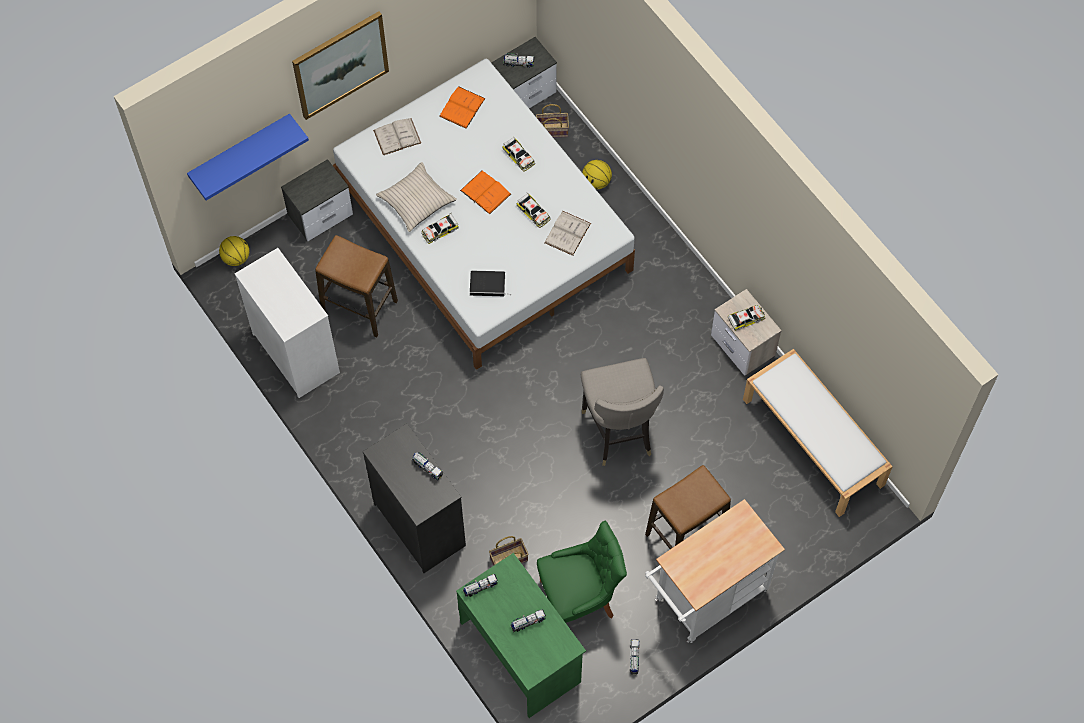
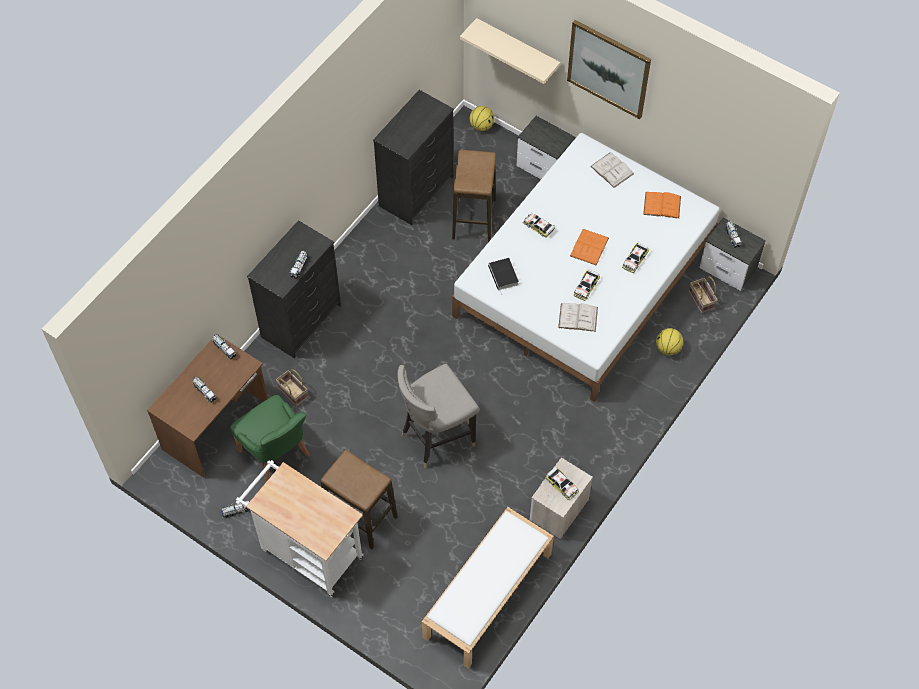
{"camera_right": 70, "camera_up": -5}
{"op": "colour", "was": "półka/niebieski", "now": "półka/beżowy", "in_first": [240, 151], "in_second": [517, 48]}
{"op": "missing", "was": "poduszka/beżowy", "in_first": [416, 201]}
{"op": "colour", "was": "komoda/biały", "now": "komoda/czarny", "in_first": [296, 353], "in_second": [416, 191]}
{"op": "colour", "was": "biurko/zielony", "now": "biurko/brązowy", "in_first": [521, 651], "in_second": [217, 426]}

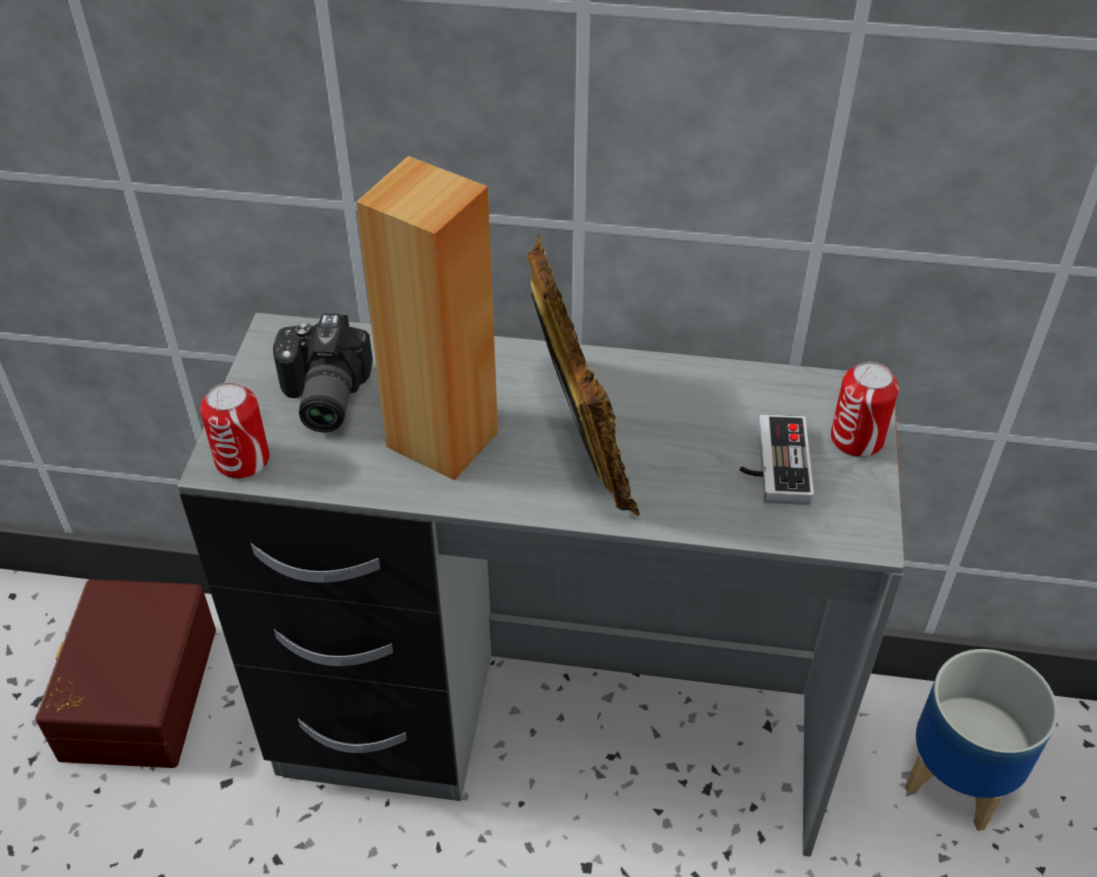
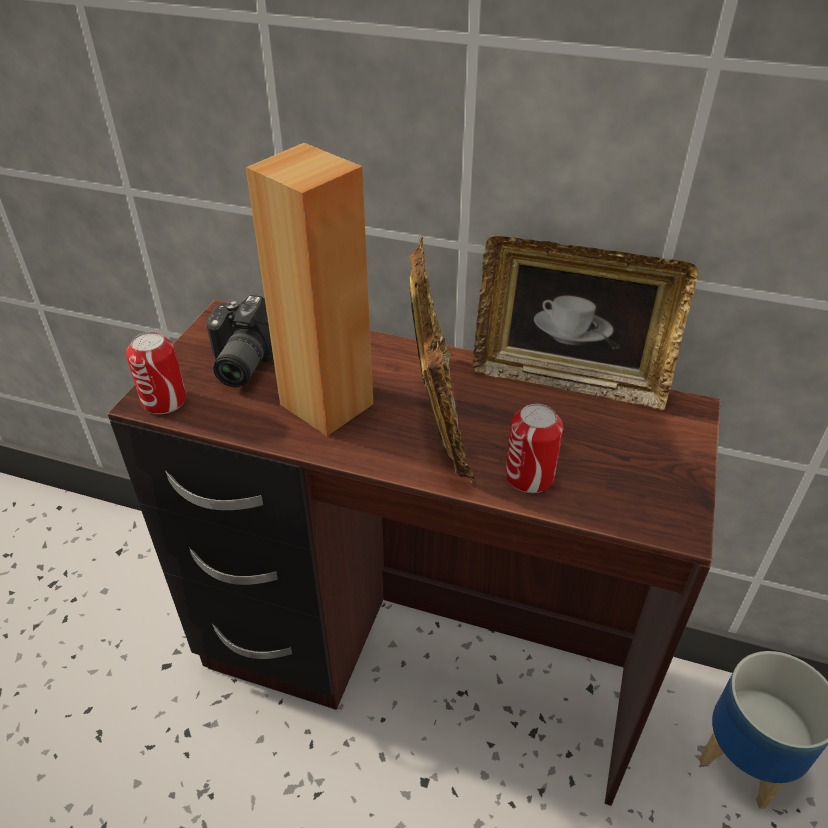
{"camera_right": 10, "camera_up": -5}
{"op": "colour", "was": "biurko/szary", "now": "biurko/brązowy", "in_first": [550, 736], "in_second": [416, 669]}
{"op": "relocated", "was": "puszka", "in_first": [856, 439], "in_second": [529, 476]}
{"op": "missing", "was": "pad do gier", "in_first": [772, 464]}
{"op": "missing", "was": "pojemnik do przechowywania/brązowy", "in_first": [135, 692]}
{"op": "appeared", "now": "ramka na zdjęcie", "in_second": [568, 379]}

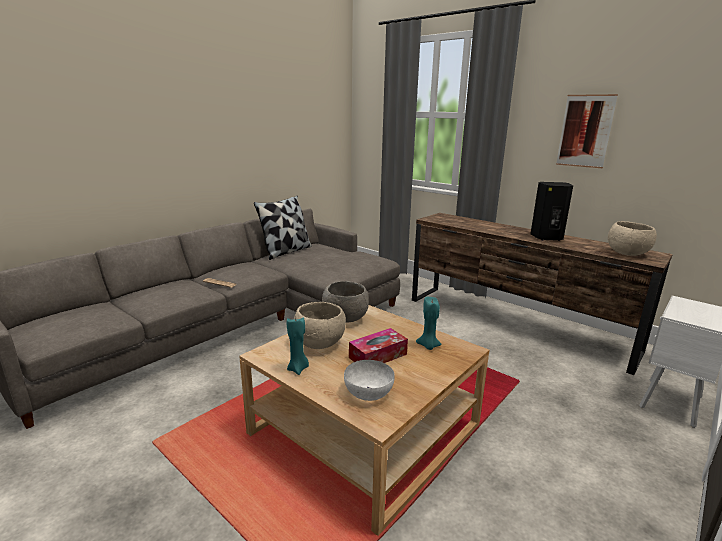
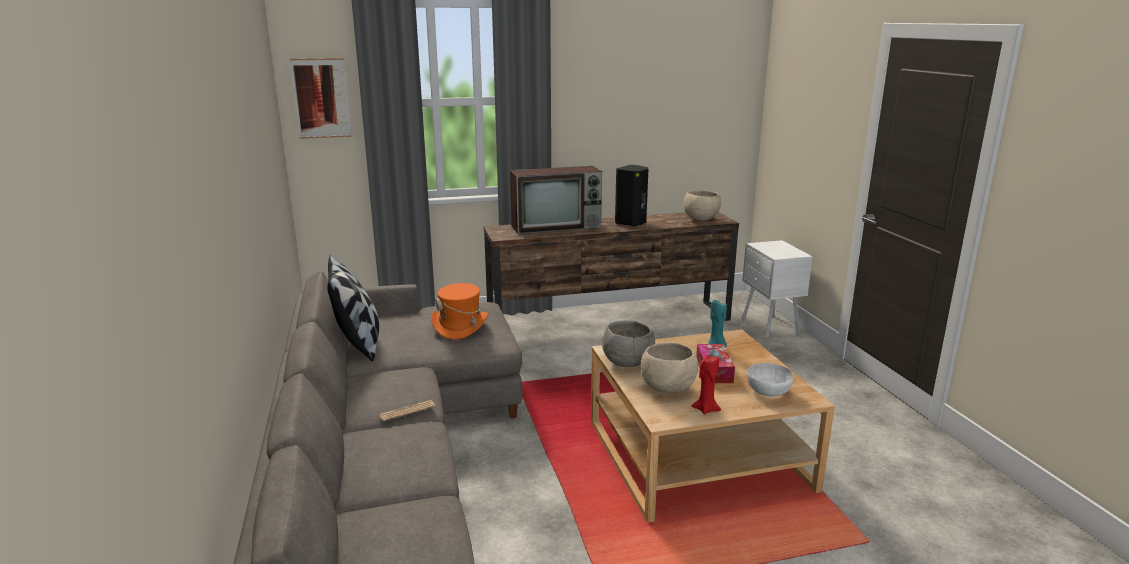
{"camera_right": -55, "camera_up": 0}
{"op": "relocated", "was": "obraz", "in_first": [585, 131], "in_second": [321, 98]}
{"op": "colour", "was": "świeca/turkusowy", "now": "świeca/czerwony", "in_first": [298, 369], "in_second": [705, 409]}
{"op": "appeared", "now": "telewizor", "in_second": [557, 226]}
{"op": "appeared", "now": "kapelusz/pomarańczowy", "in_second": [460, 326]}

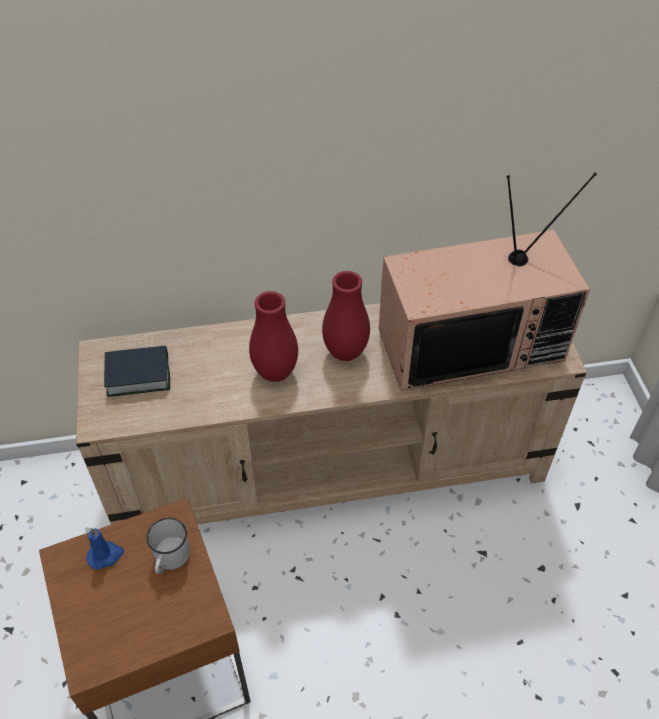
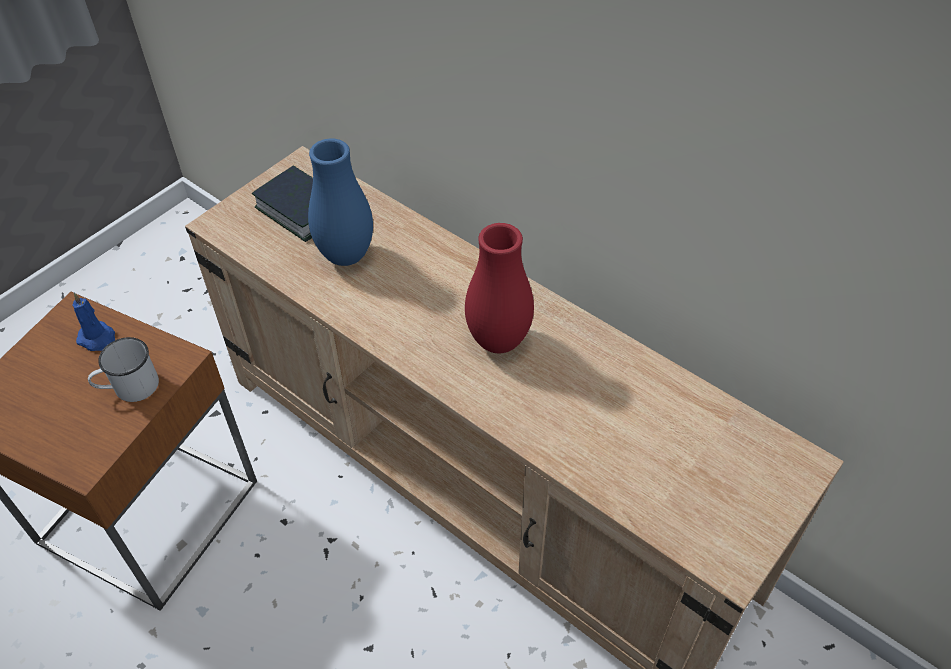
{"camera_right": 50, "camera_up": 0}
{"op": "missing", "was": "telewizor", "in_first": [471, 341]}
{"op": "missing", "was": "wazon/czerwony", "in_first": [275, 373]}
{"op": "appeared", "now": "wazon/niebieski", "in_second": [346, 256]}

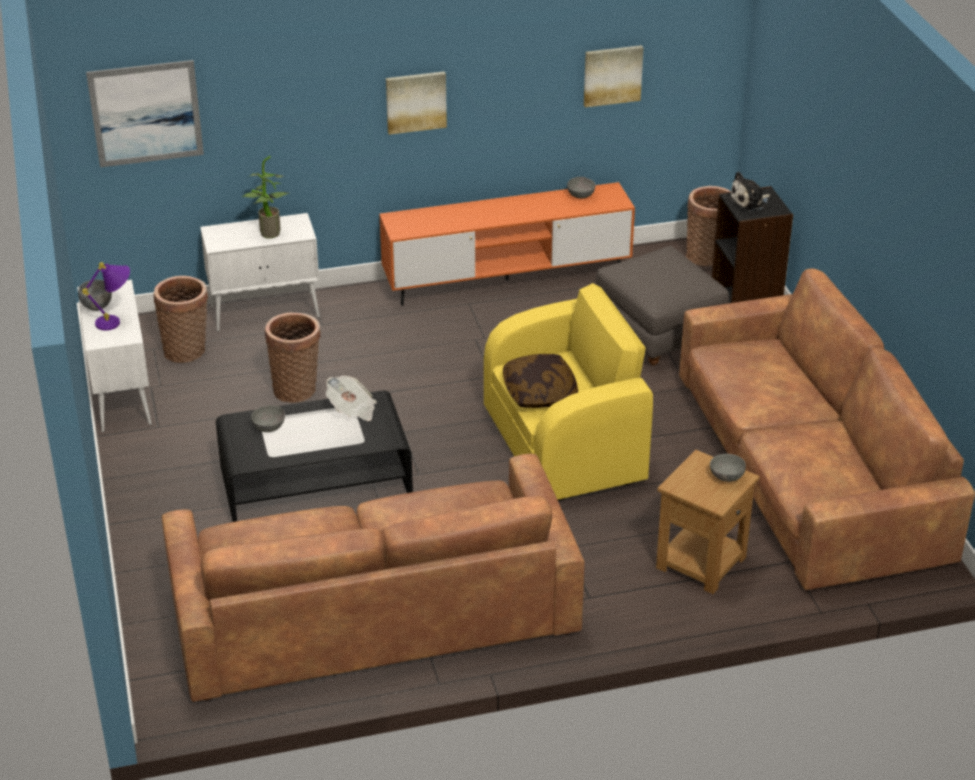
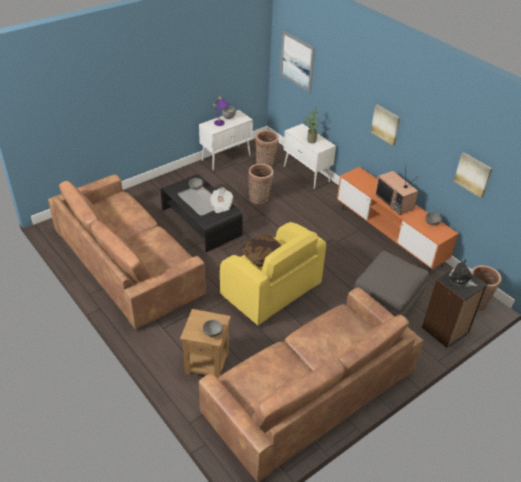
{"camera_right": 65, "camera_up": 5}
{"op": "appeared", "now": "telewizor", "in_second": [395, 201]}

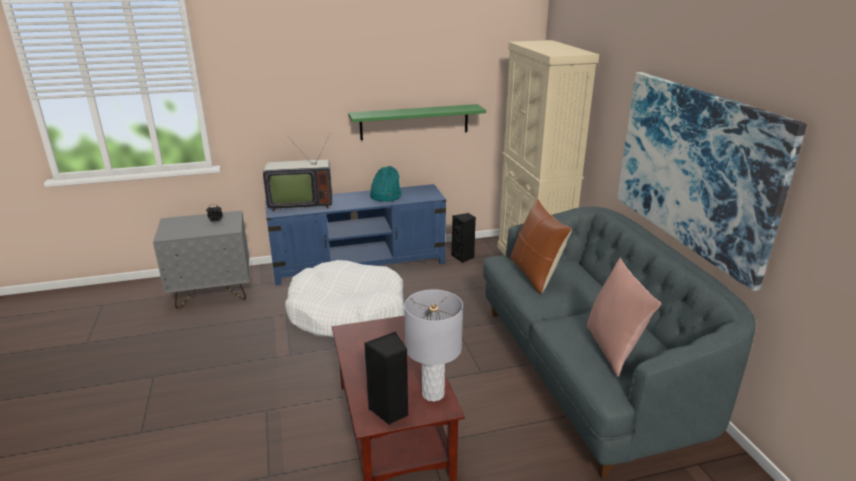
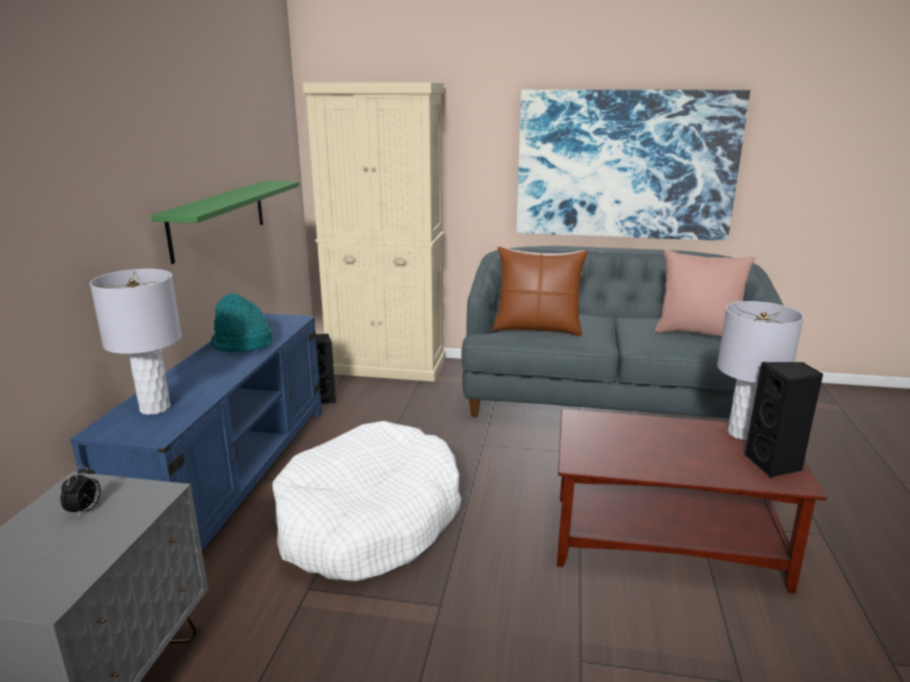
{"camera_right": -65, "camera_up": -5}
{"op": "exchanged", "was": "telewizor", "now": "lampa stołowa/szary", "in_first": [300, 204], "in_second": [155, 408]}

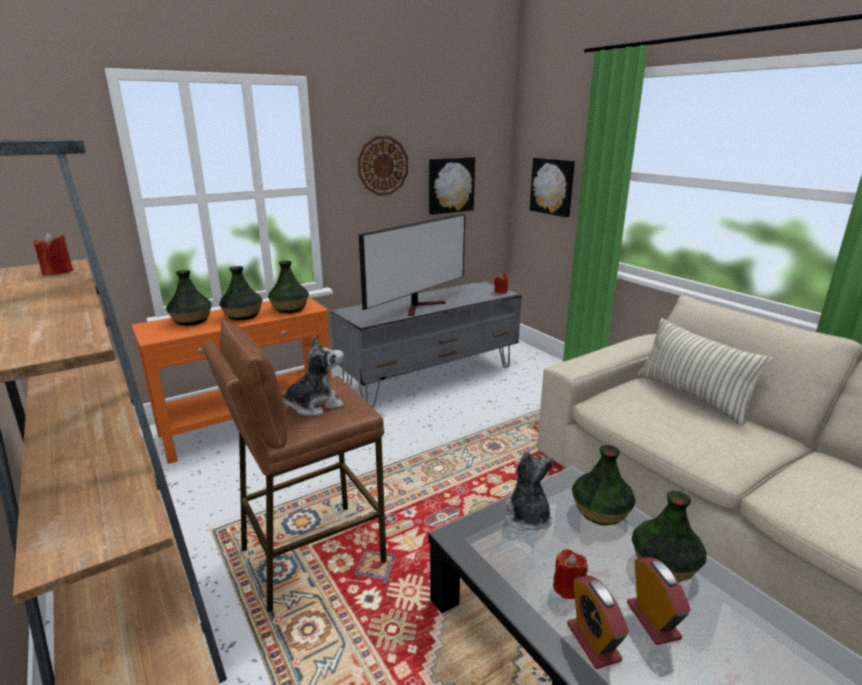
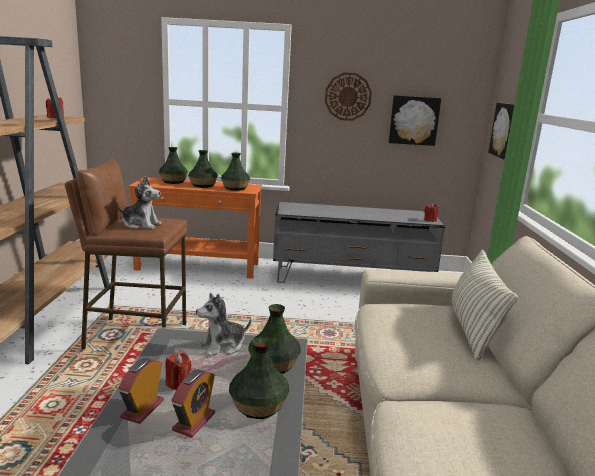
{"camera_right": 35, "camera_up": -5}
{"op": "missing", "was": "telewizor", "in_first": [421, 306]}
{"op": "spun", "was": "pluszak", "in_first": [527, 517], "in_second": [222, 346], "clockwise": -150}

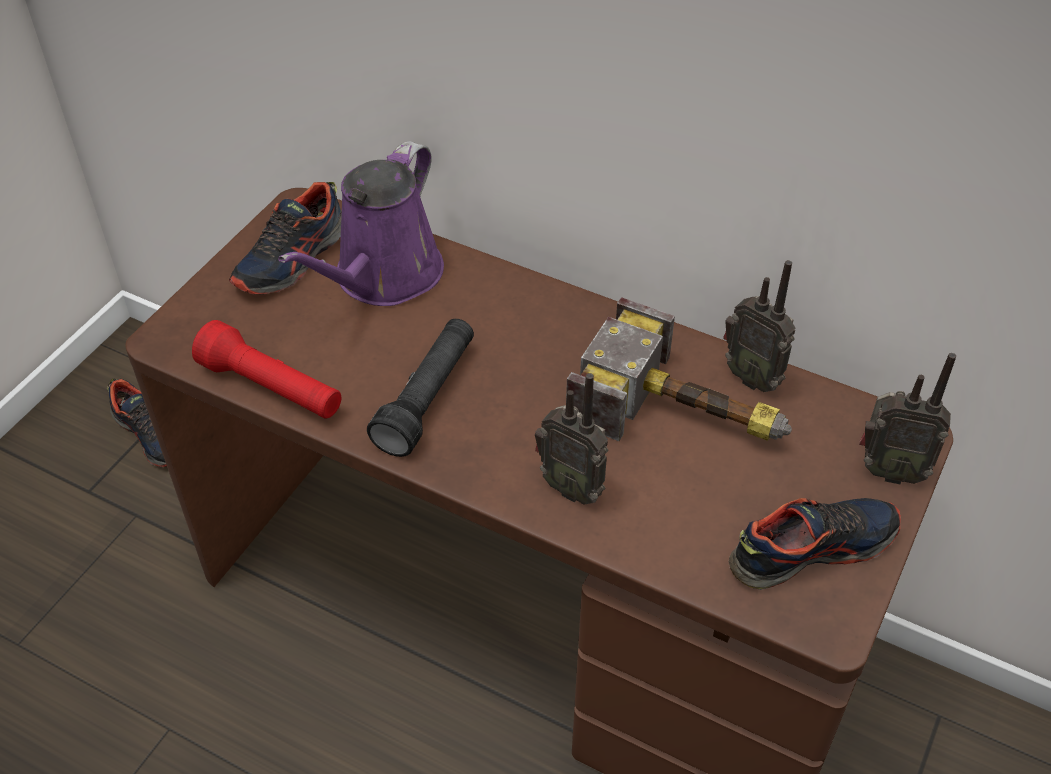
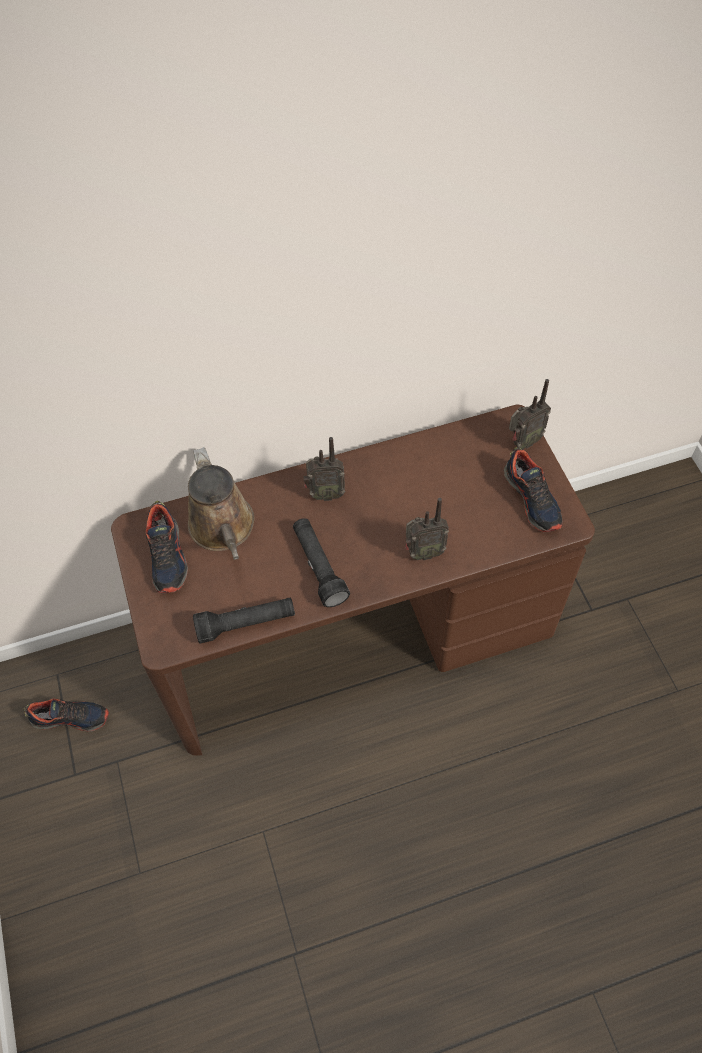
{"camera_right": -45, "camera_up": 10}
{"op": "colour", "was": "konewka/fioletowy", "now": "konewka/brązowy", "in_first": [383, 277], "in_second": [223, 529]}
{"op": "relocated", "was": "radio", "in_first": [753, 377], "in_second": [325, 494]}
{"op": "missing", "was": "młotek", "in_first": [686, 414]}
{"op": "colour", "was": "latarka/czerwony", "now": "latarka/czarny", "in_first": [272, 388], "in_second": [246, 624]}
{"op": "spun", "was": "but", "in_first": [811, 549], "in_second": [532, 499], "clockwise": 135}

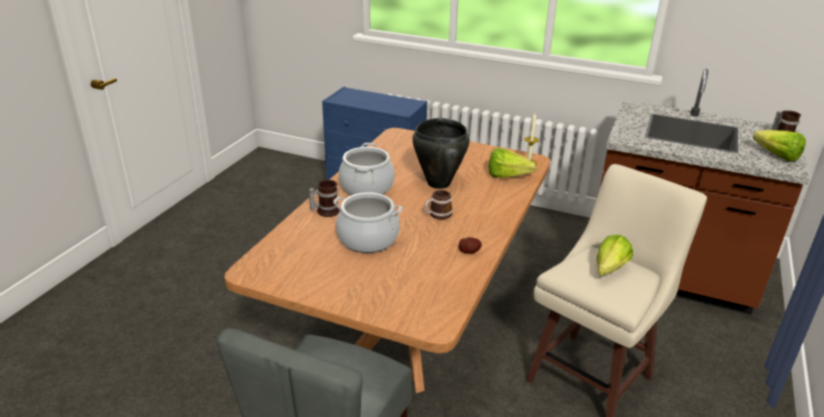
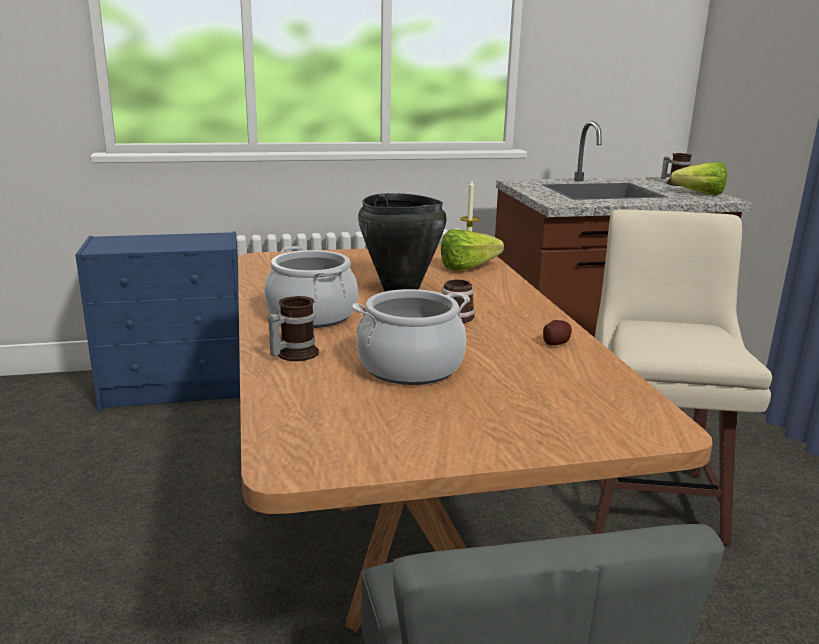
{"camera_right": -35, "camera_up": -10}
{"op": "missing", "was": "sałata", "in_first": [606, 271]}

